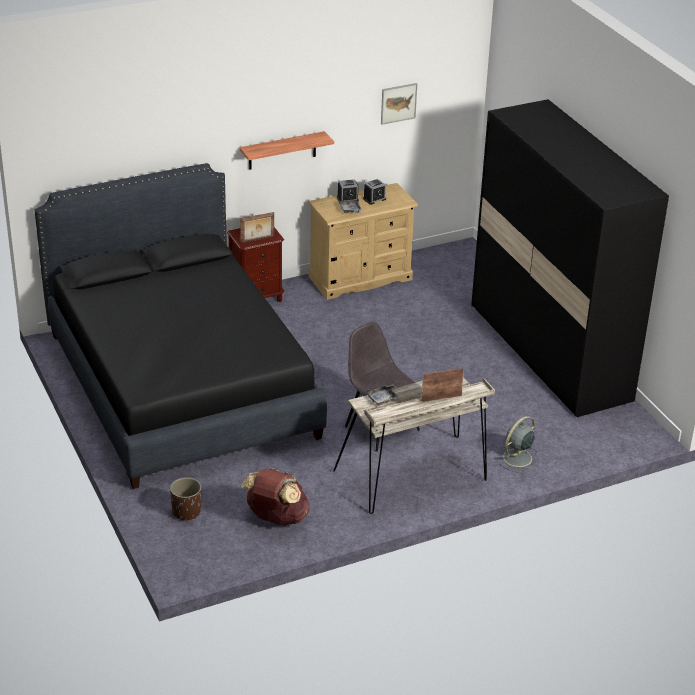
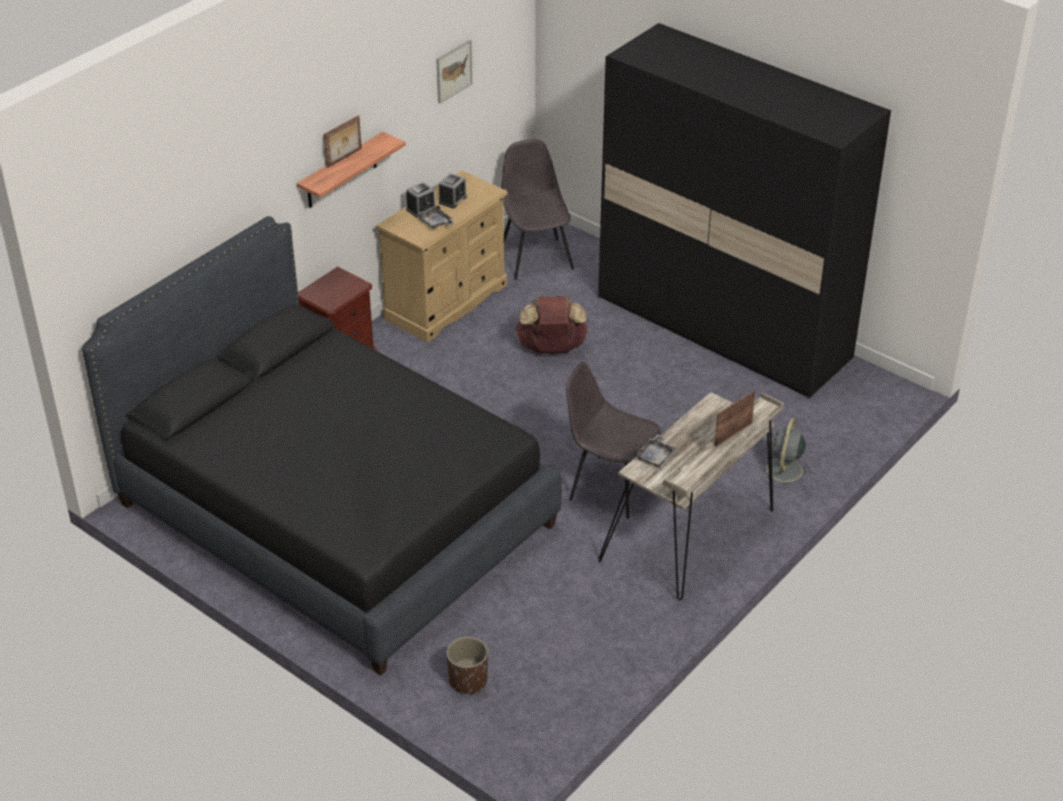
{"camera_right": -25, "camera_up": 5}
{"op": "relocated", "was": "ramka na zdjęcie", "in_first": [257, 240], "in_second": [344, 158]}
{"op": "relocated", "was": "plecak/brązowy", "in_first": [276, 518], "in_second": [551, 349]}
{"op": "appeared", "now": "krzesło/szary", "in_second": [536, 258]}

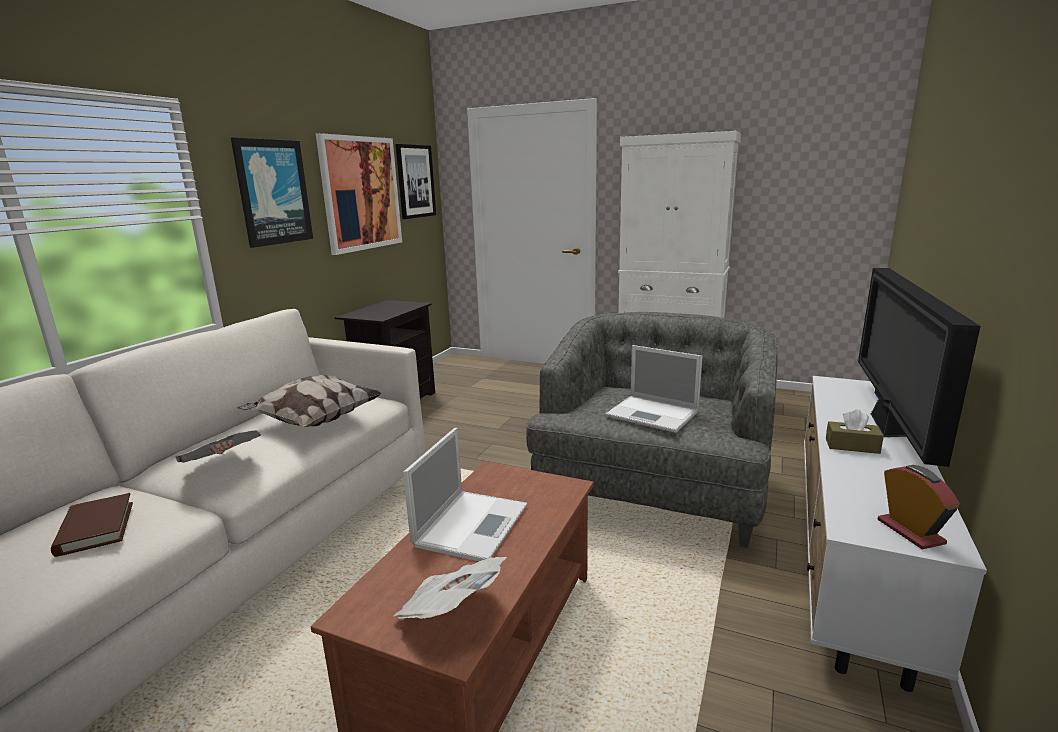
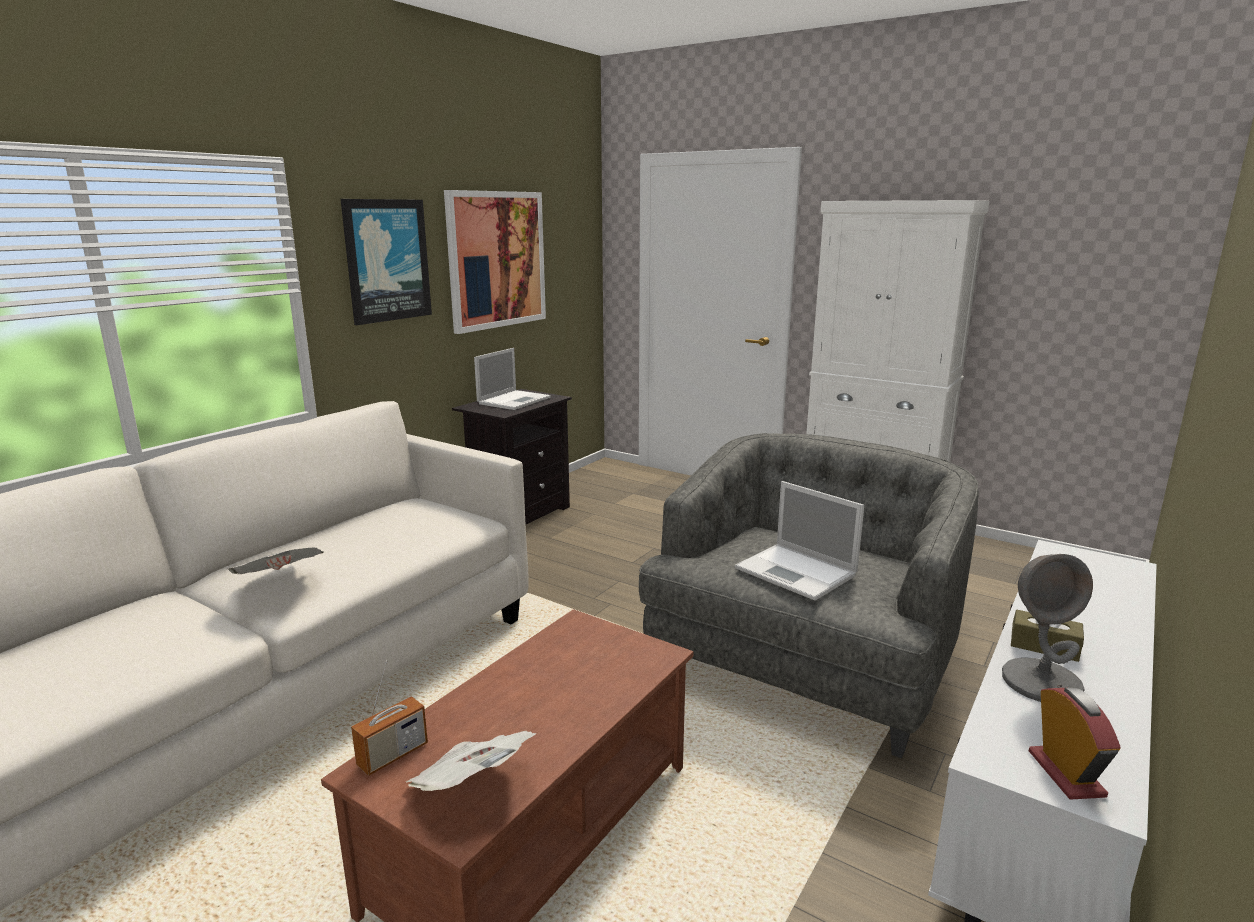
{"camera_right": 10, "camera_up": 0}
{"op": "missing", "was": "obraz", "in_first": [415, 181]}
{"op": "missing", "was": "telewizor", "in_first": [887, 427]}
{"op": "missing", "was": "poduszka", "in_first": [314, 422]}
{"op": "relocated", "was": "laptop", "in_first": [472, 524], "in_second": [514, 400]}
{"op": "missing", "was": "książka/brązowy", "in_first": [96, 528]}
{"op": "appeared", "now": "lampa stołowa/szary", "in_second": [1042, 682]}
{"op": "appeared", "now": "radio", "in_second": [393, 755]}

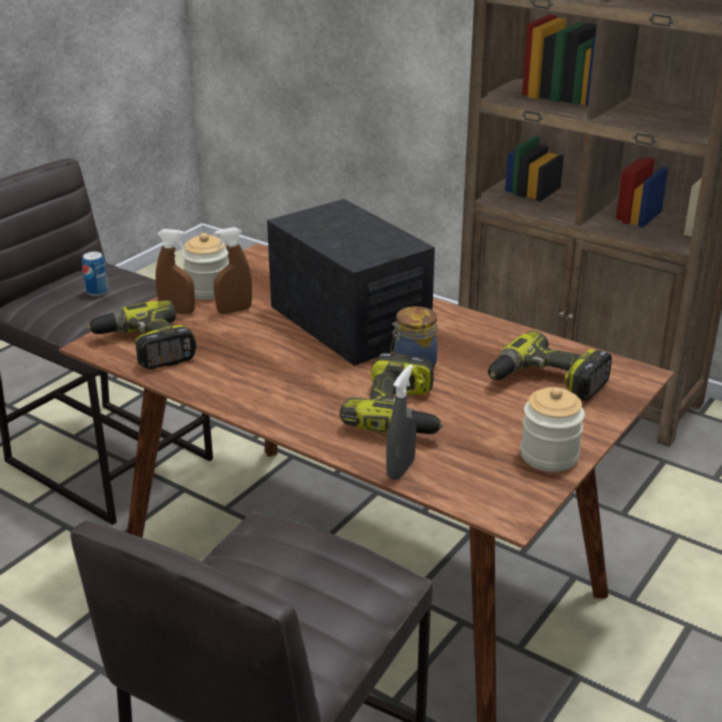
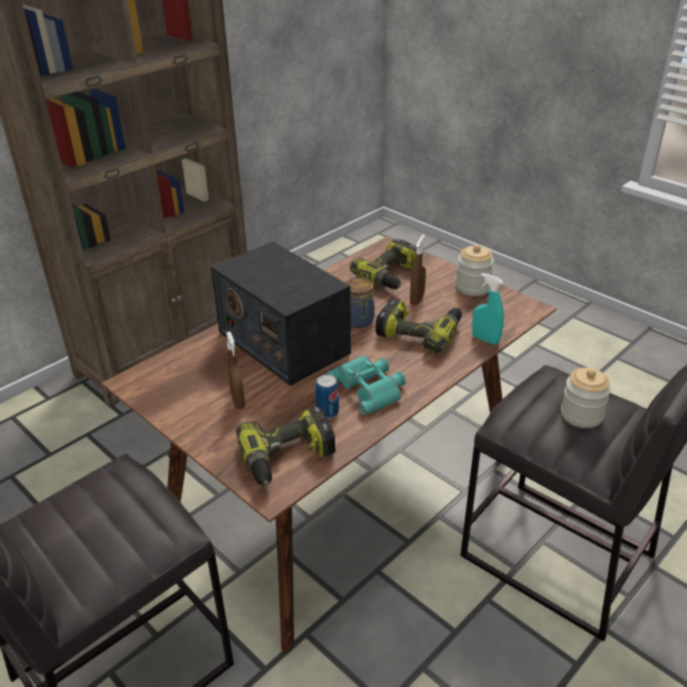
{"camera_right": -80, "camera_up": 5}
{"op": "spun", "was": "radio", "in_first": [350, 321], "in_second": [282, 342], "clockwise": -105}
{"op": "relocated", "was": "spryskiwacz/brązowy", "in_first": [177, 312], "in_second": [417, 299]}
{"op": "relocated", "was": "słoik", "in_first": [208, 290], "in_second": [581, 415]}
{"op": "relocated", "was": "puszka", "in_first": [97, 291], "in_second": [327, 412]}
{"op": "colour", "was": "spryskiwacz/szary", "now": "spryskiwacz/turkusowy", "in_first": [400, 469], "in_second": [485, 339]}
{"op": "appeared", "now": "lornetka/turkusowy", "in_second": [370, 388]}

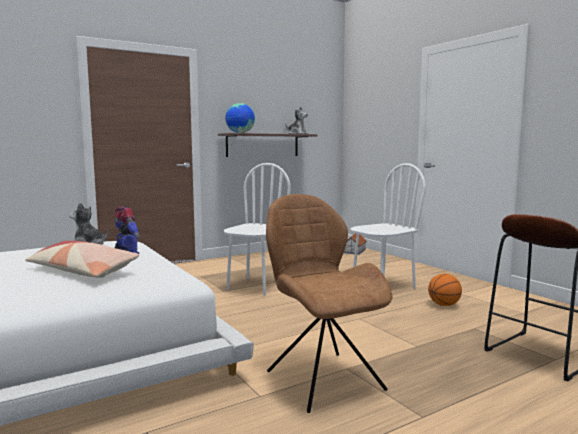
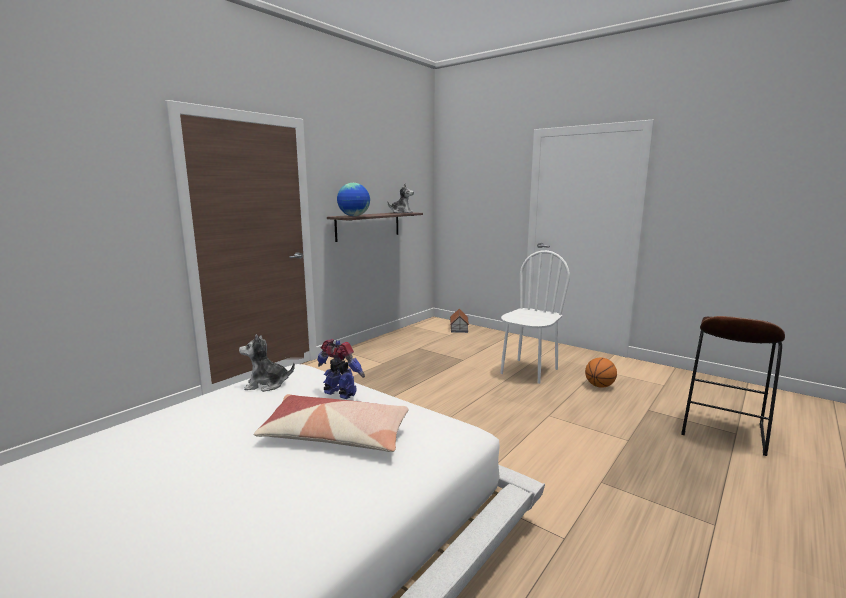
{"camera_right": -20, "camera_up": 5}
{"op": "missing", "was": "krzesło/biały", "in_first": [256, 286]}
{"op": "missing", "was": "krzesło/brązowy", "in_first": [322, 378]}

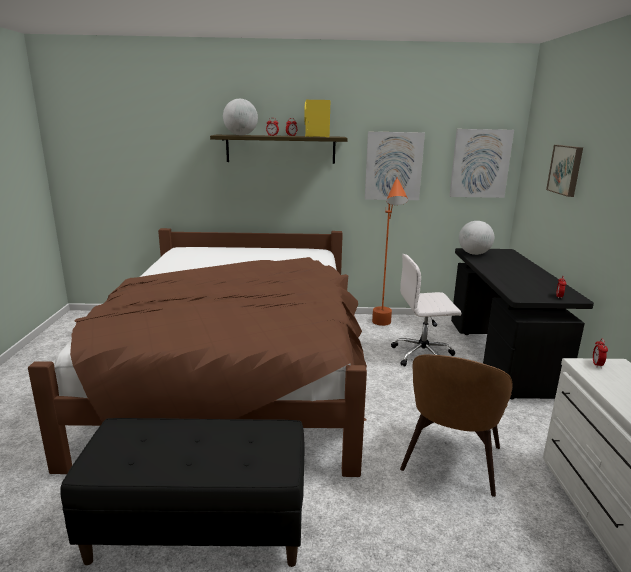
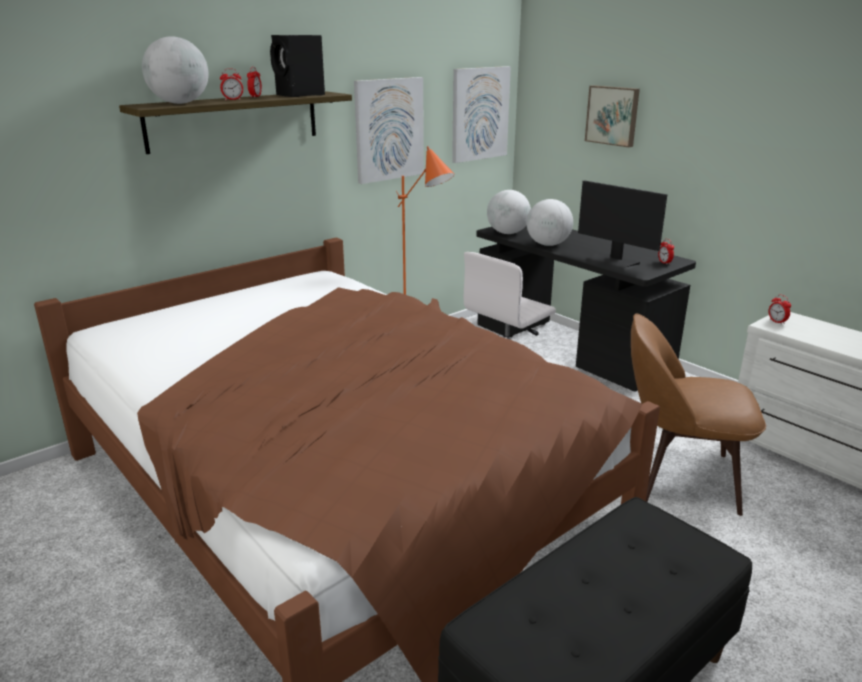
{"camera_right": -40, "camera_up": 5}
{"op": "colour", "was": "głośnik/żółty", "now": "głośnik/czarny", "in_first": [317, 136], "in_second": [300, 95]}
{"op": "spun", "was": "krzesło/brązowy", "in_first": [450, 461], "in_second": [679, 476], "clockwise": 120}
{"op": "appeared", "now": "monitor", "in_second": [612, 262]}
{"op": "appeared", "now": "globus", "in_second": [548, 244]}

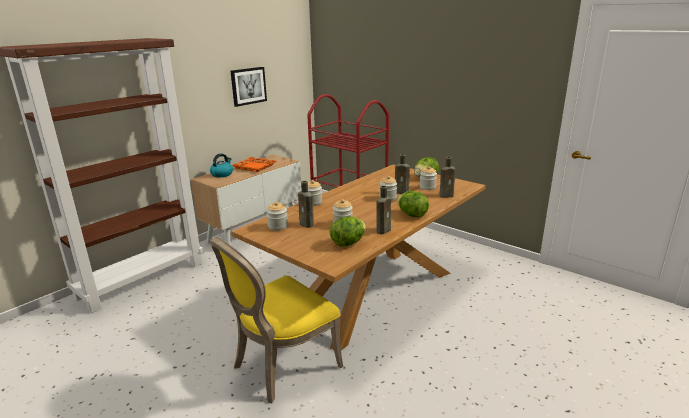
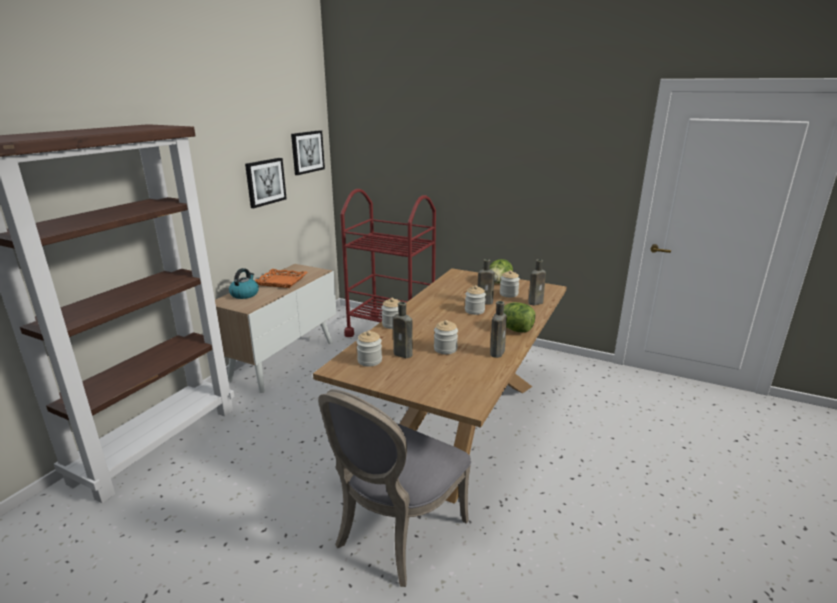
{"camera_right": -15, "camera_up": 0}
{"op": "missing", "was": "sałata", "in_first": [348, 243]}
{"op": "colour", "was": "krzesło/żółty", "now": "krzesło/szary", "in_first": [282, 366], "in_second": [395, 534]}
{"op": "appeared", "now": "obraz", "in_second": [307, 152]}

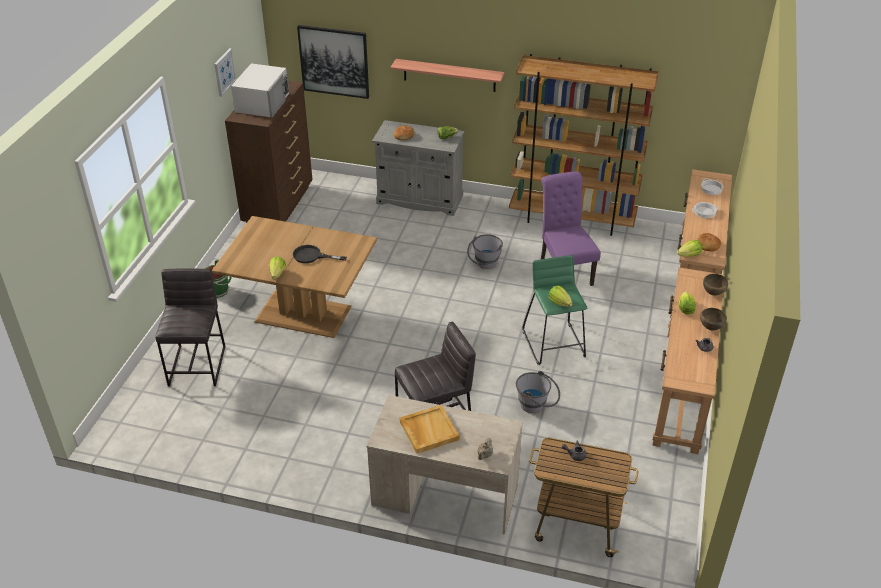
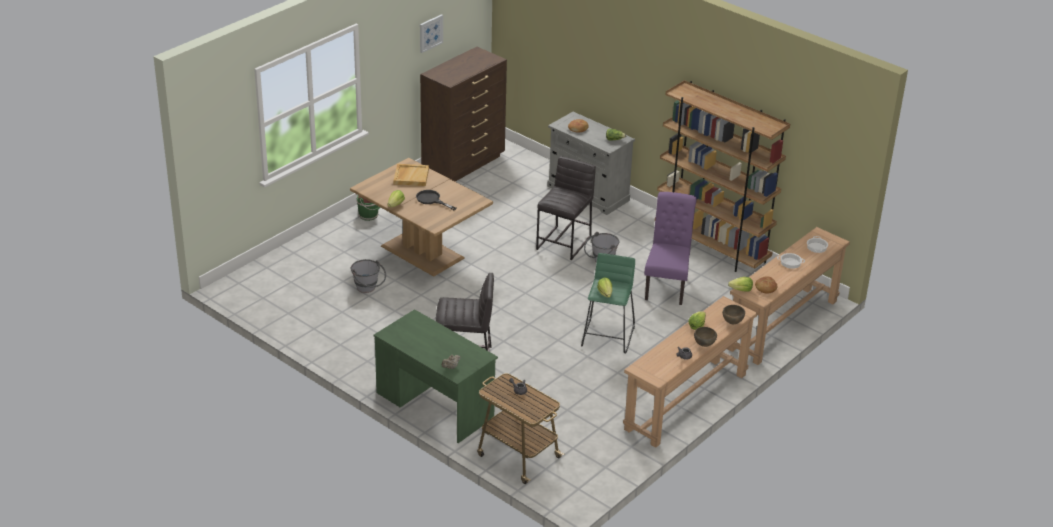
{"camera_right": 25, "camera_up": -5}
{"op": "missing", "was": "obraz", "in_first": [334, 61]}
{"op": "missing", "was": "półka", "in_first": [449, 75]}
{"op": "missing", "was": "mikrofalówka/biały", "in_first": [263, 102]}
{"op": "relocated", "was": "stołek/szary", "in_first": [198, 365], "in_second": [564, 242]}
{"op": "relocated", "was": "wiadro/szary", "in_first": [536, 406], "in_second": [368, 289]}
{"op": "colour", "was": "biurko/beżowy", "now": "biurko/zielony", "in_first": [445, 495], "in_second": [435, 405]}
{"op": "relocated", "was": "taca/beżowy", "in_first": [428, 430], "in_second": [411, 176]}

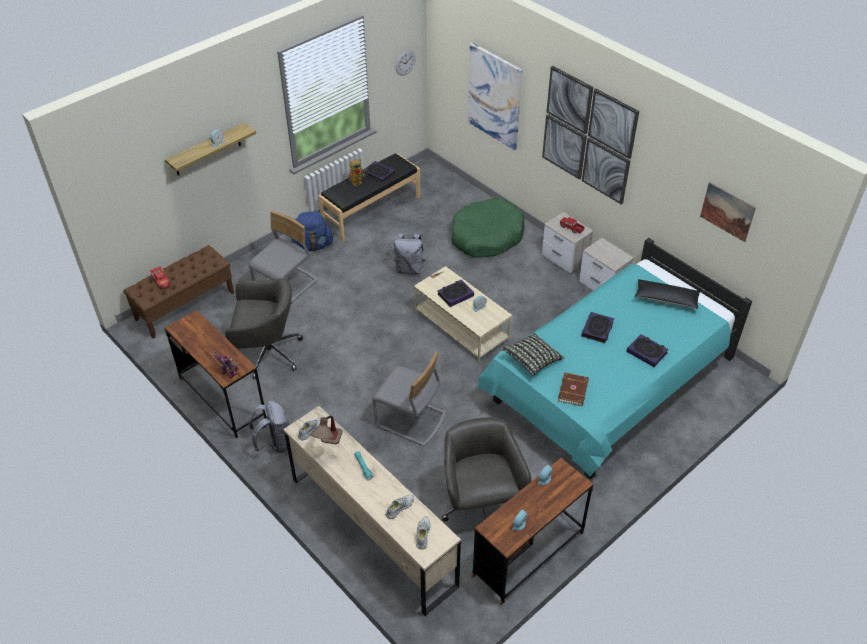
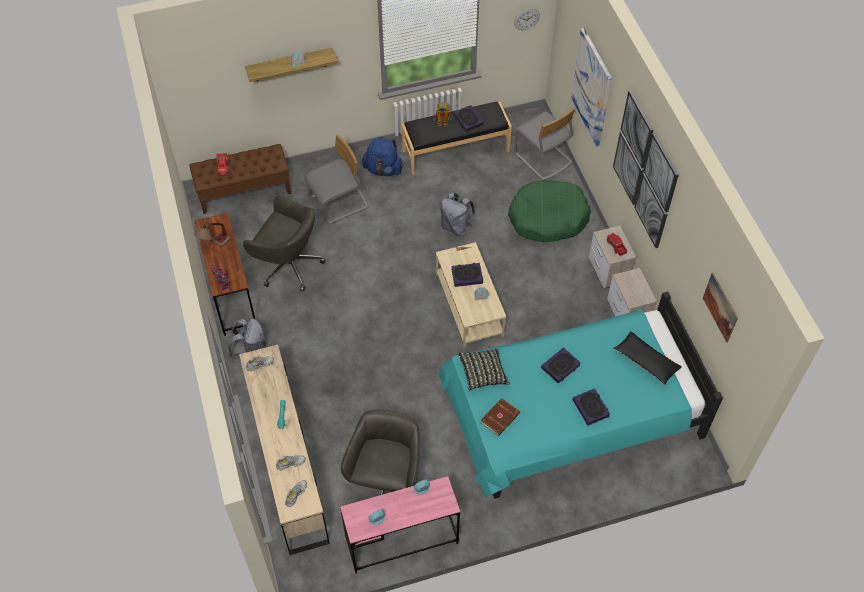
{"camera_right": 25, "camera_up": 10}
{"op": "relocated", "was": "krzesło/szary", "in_first": [411, 420], "in_second": [542, 158]}
{"op": "relocated", "was": "lampa stołowa", "in_first": [328, 445], "in_second": [214, 245]}
{"op": "colour", "was": "biurko/brązowy", "now": "biurko/różowy", "in_first": [528, 554], "in_second": [401, 541]}

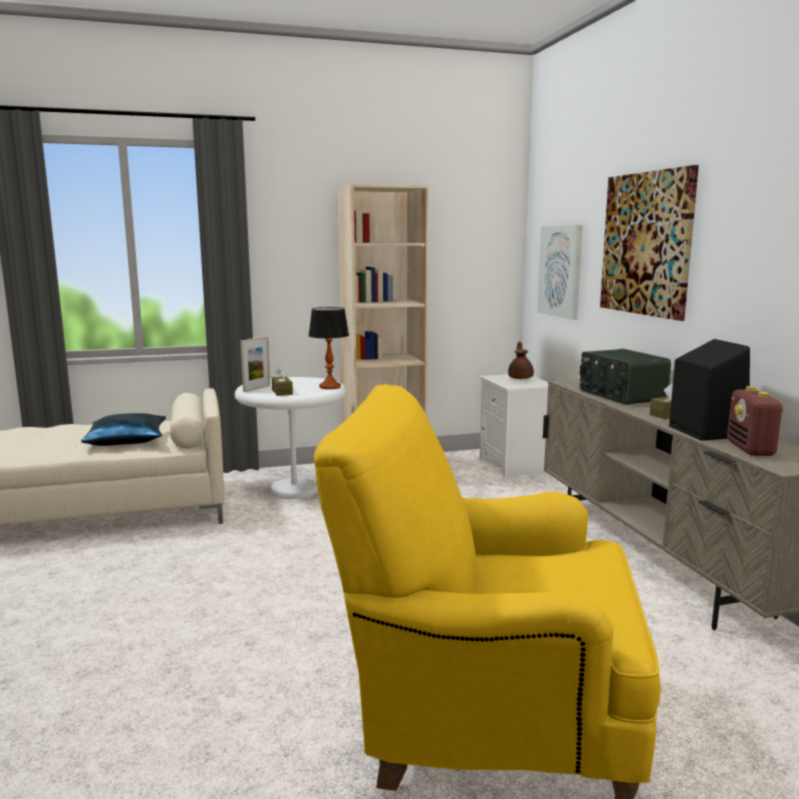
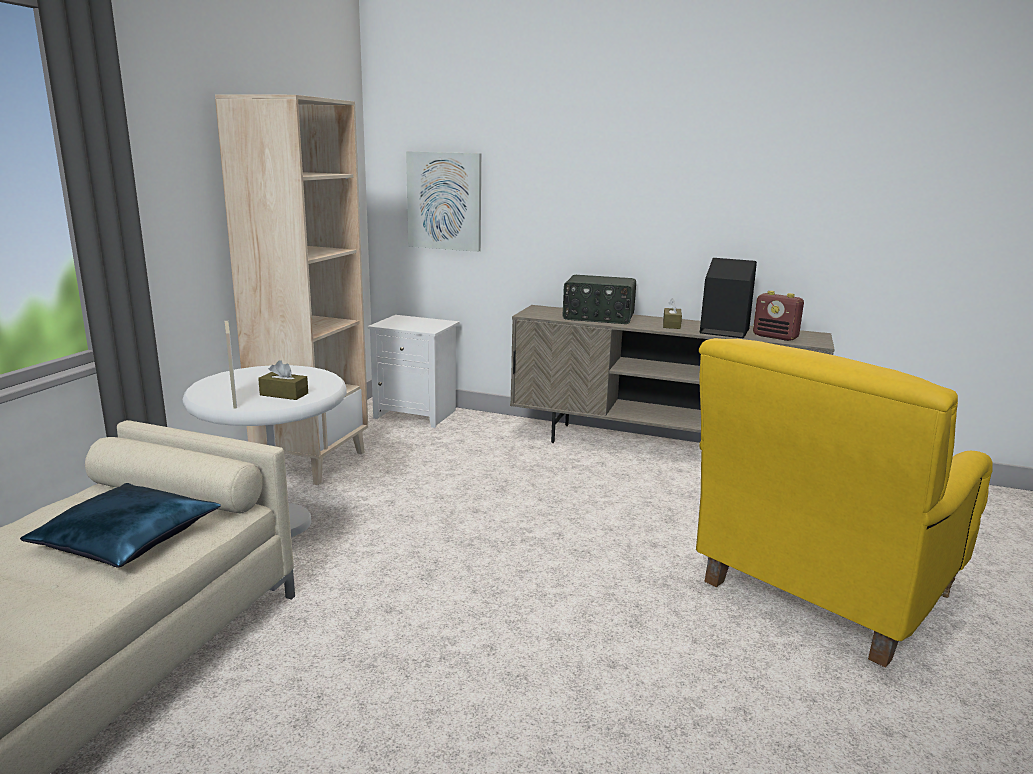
{"camera_right": -55, "camera_up": 5}
{"op": "missing", "was": "obraz", "in_first": [646, 244]}
{"op": "missing", "was": "lampa stołowa", "in_first": [329, 387]}
{"op": "missing", "was": "imbryk/brązowy", "in_first": [520, 378]}

